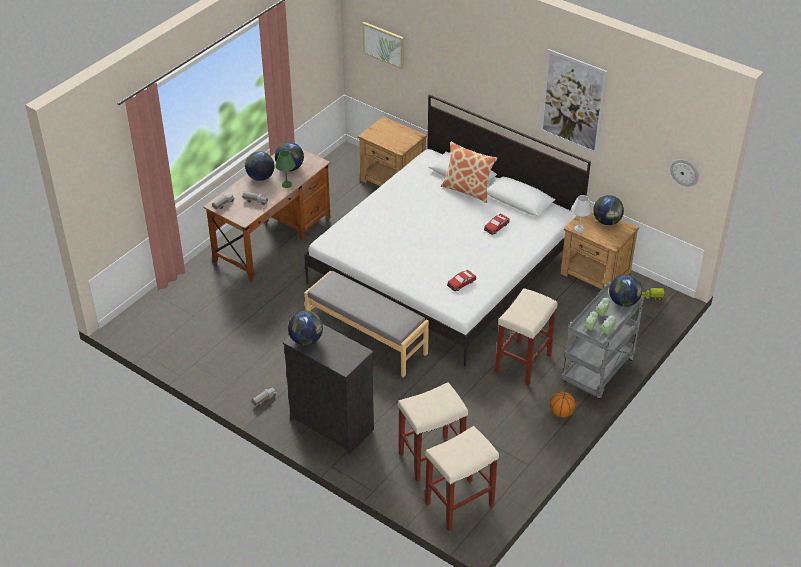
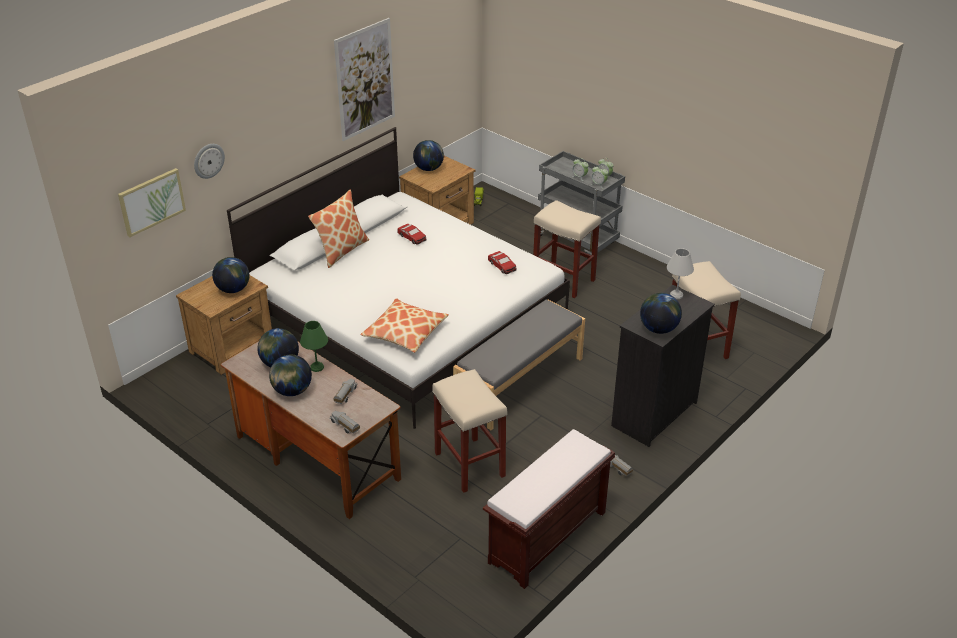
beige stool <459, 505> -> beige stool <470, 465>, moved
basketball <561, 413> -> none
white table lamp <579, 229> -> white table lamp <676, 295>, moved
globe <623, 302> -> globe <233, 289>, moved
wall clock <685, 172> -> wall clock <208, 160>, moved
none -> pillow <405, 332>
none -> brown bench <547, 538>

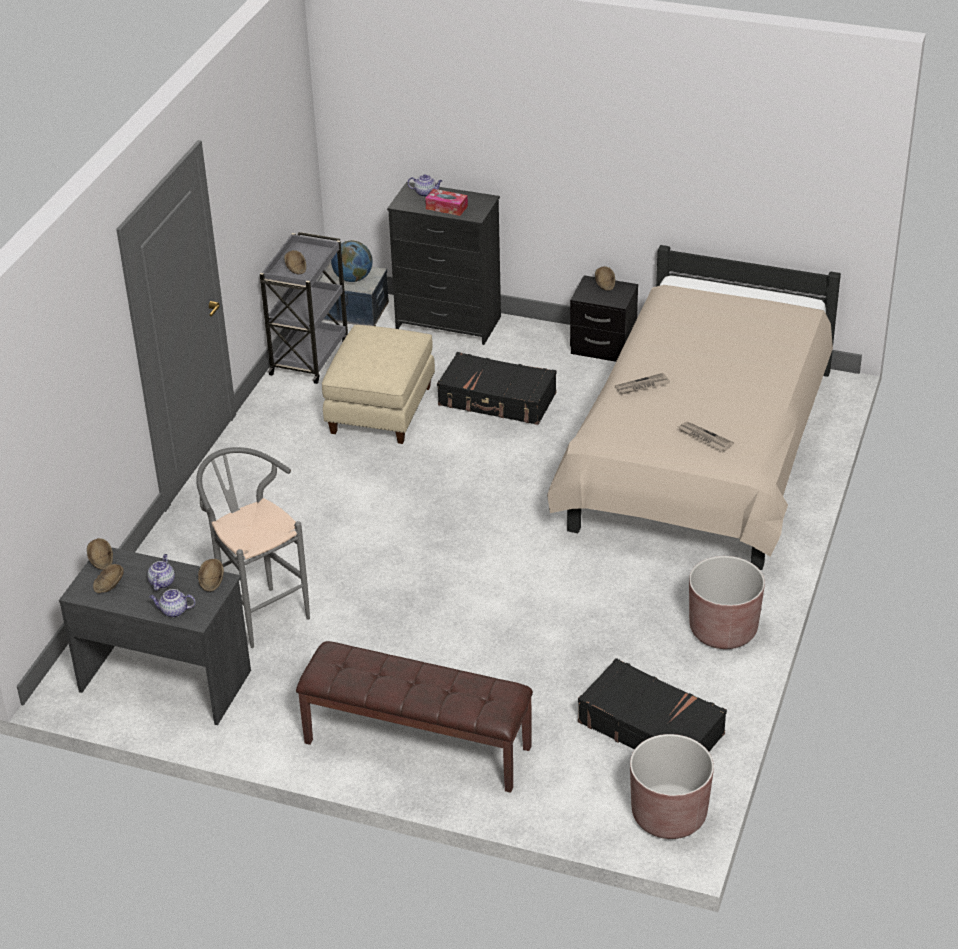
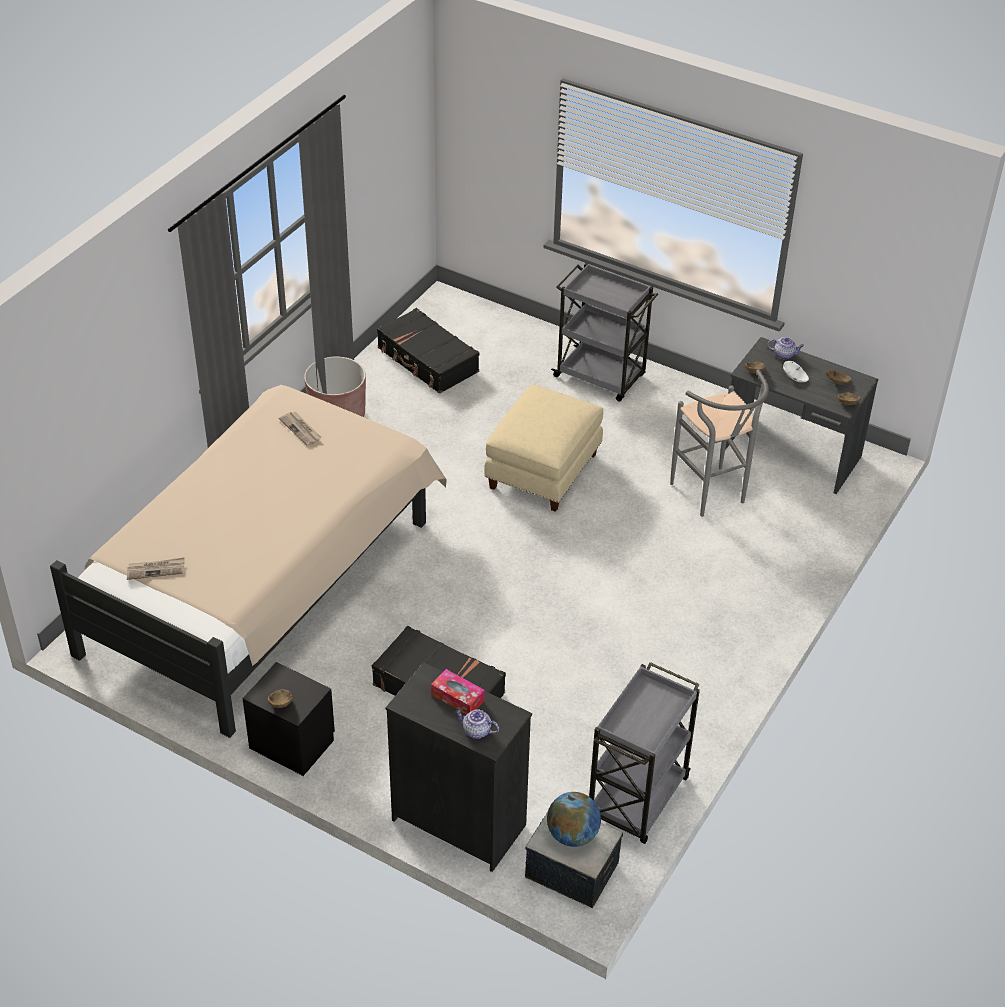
teapot <162, 582> -> white bowl <795, 378>
brown bowl <296, 269> -> none
brown bench <416, 745> -> grey cart <601, 377>
beige ottoman <380, 409> -> beige ottoman <544, 472>, moved
newspaper <642, 386> -> newspaper <156, 570>, moved
brown planter <669, 815> -> none

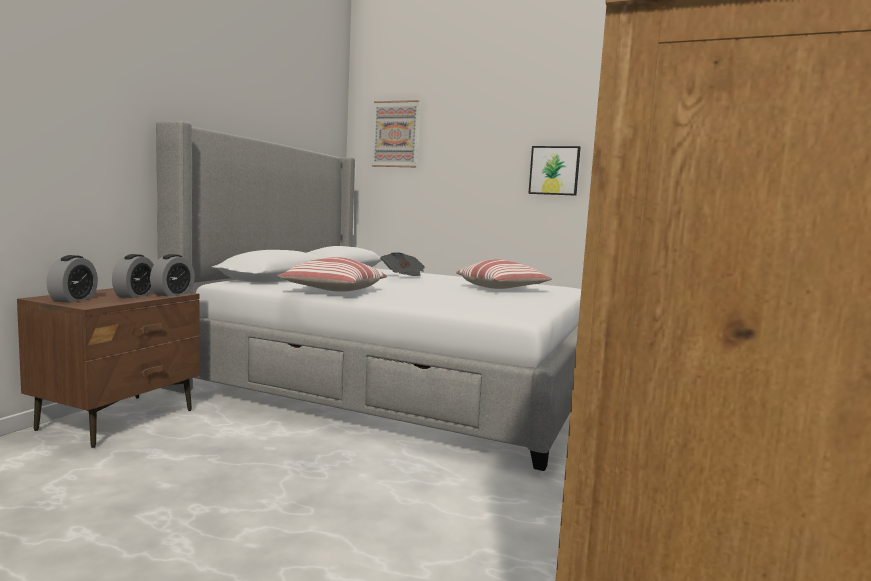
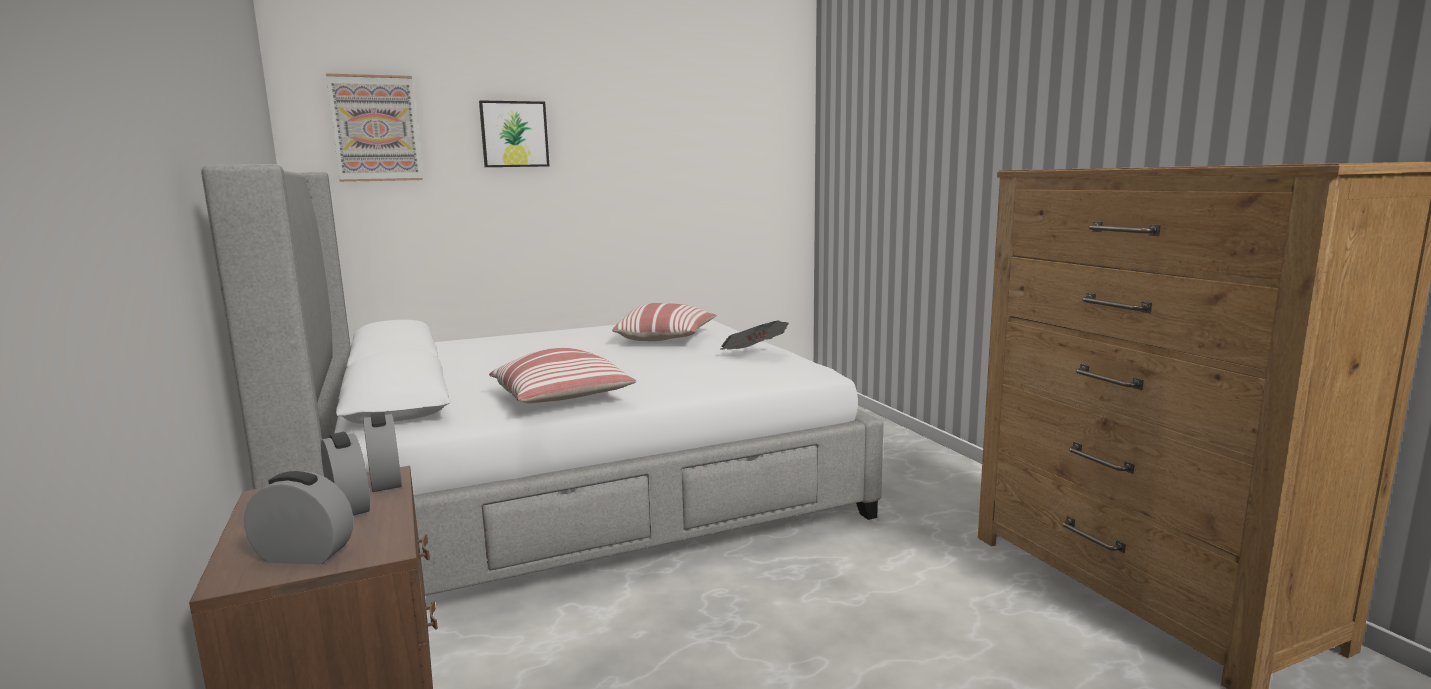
alarm clock <73, 299> -> alarm clock <304, 555>, 45 degrees counterclockwise
newspaper <403, 277> -> newspaper <753, 355>, moved
picture <554, 170> -> picture <514, 134>, moved

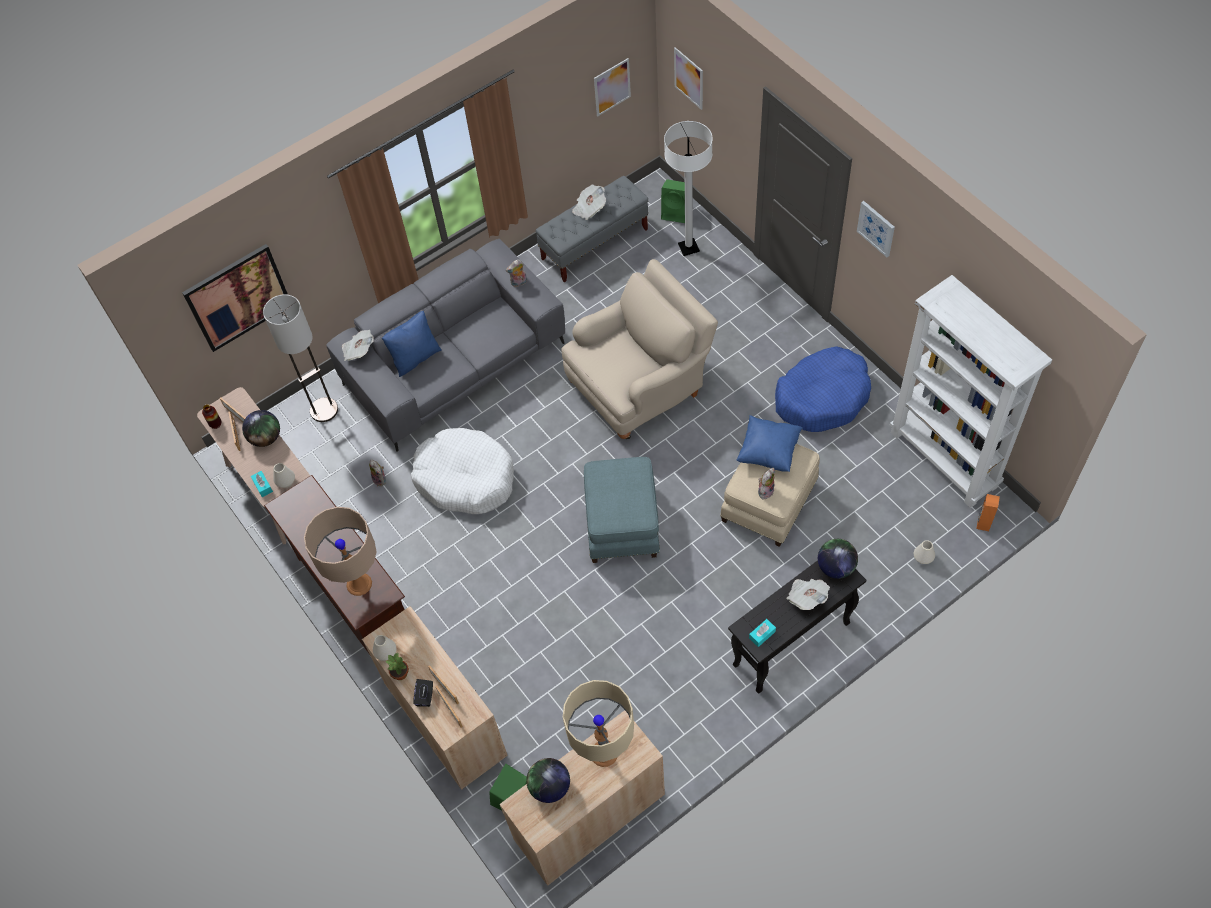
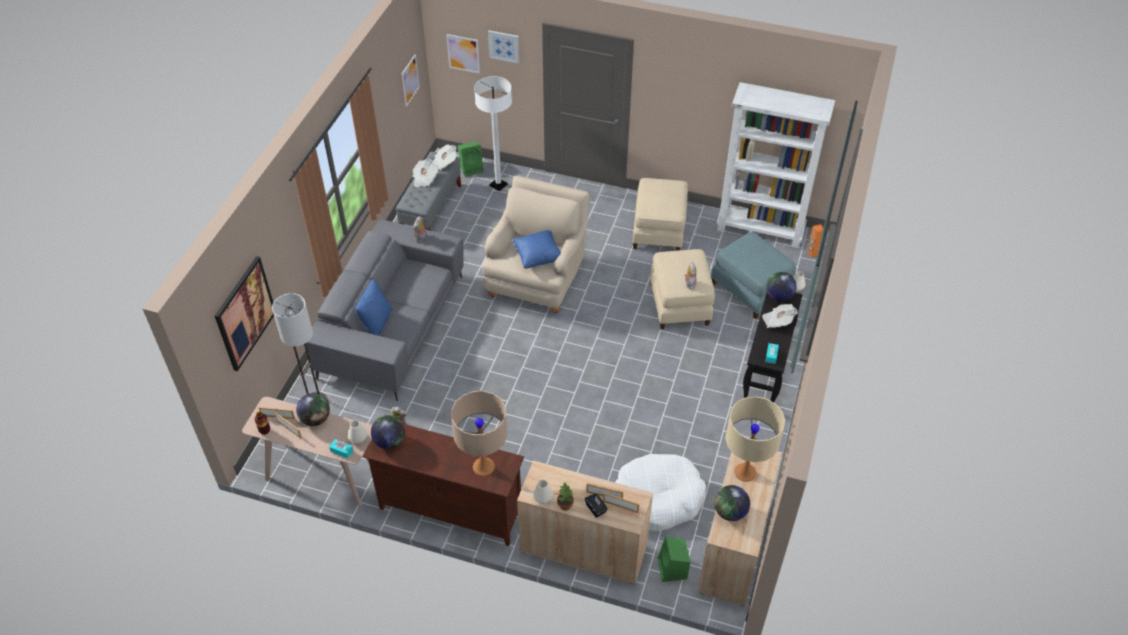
newspaper <358, 351> -> newspaper <444, 163>, moved
white dog bed <465, 478> -> white dog bed <656, 499>, moved
blue ottoman <623, 523> -> blue ottoman <751, 289>, moved
blue pillow <768, 452> -> blue pillow <538, 257>, moved
blue dog bed <822, 397> -> beige ottoman <659, 230>
picture <876, 228> -> picture <504, 46>, moved
none -> globe <389, 441>

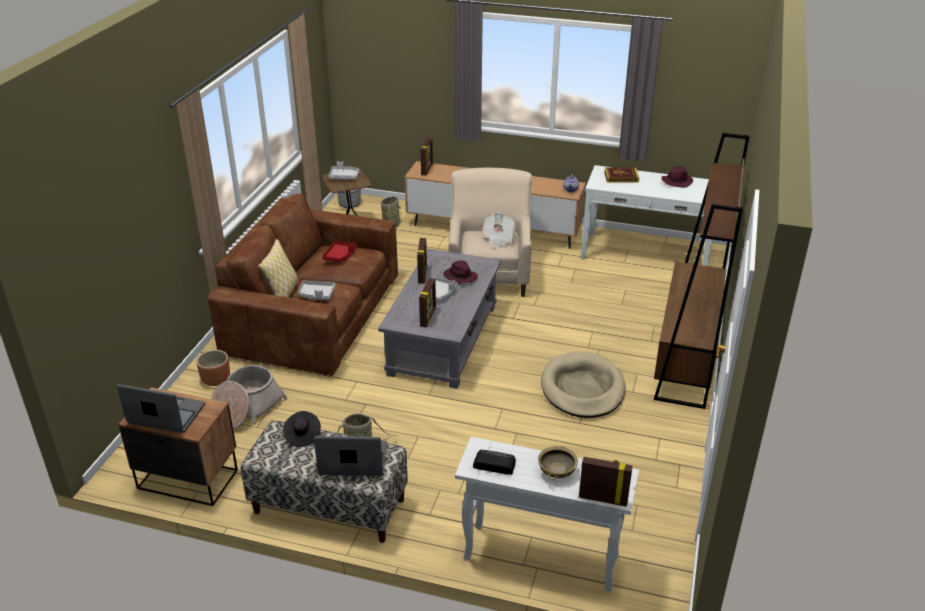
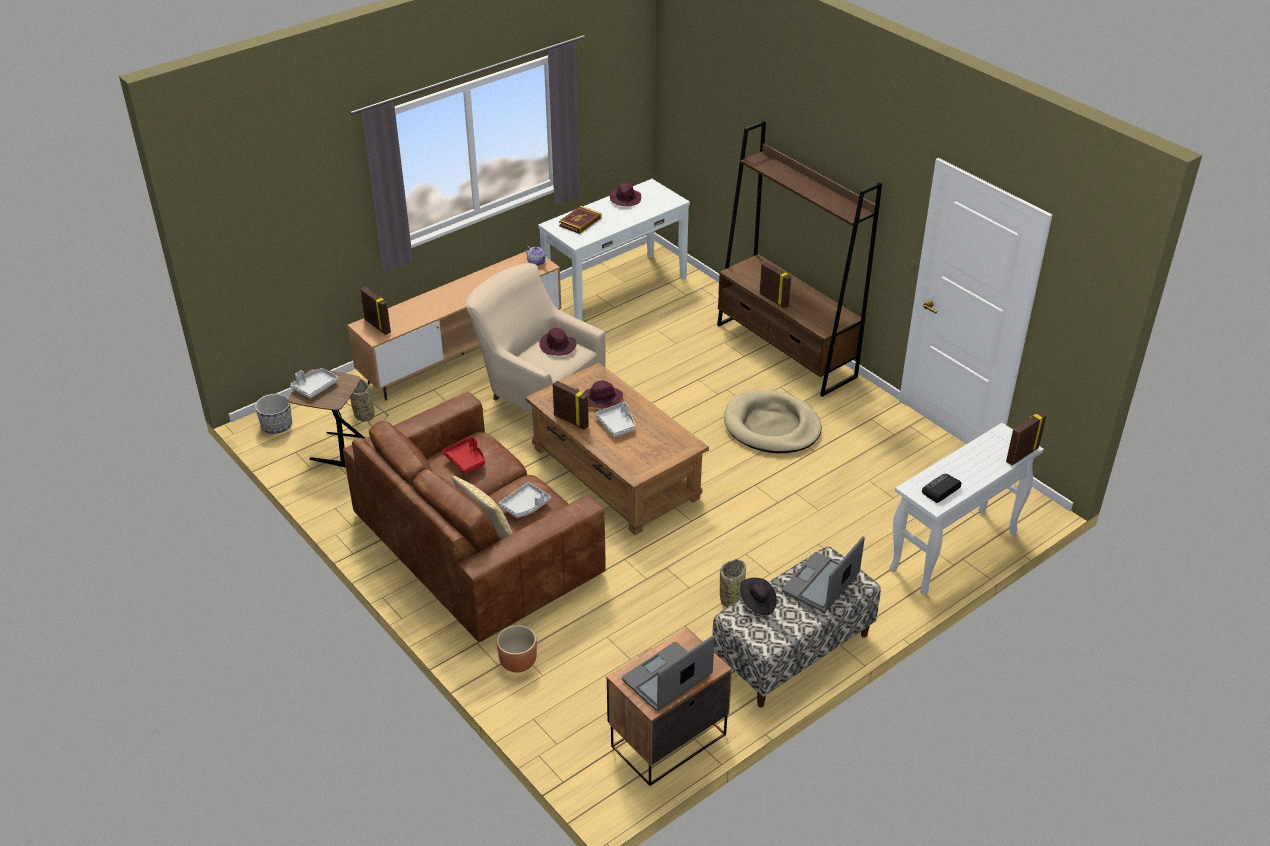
basket <247, 408> -> none
grey coffee table <443, 339> -> brown coffee table <615, 472>
picture frame <428, 317> -> picture frame <774, 300>, moved
newspaper <498, 238> -> purple hat <558, 346>
beige bowl <557, 471> -> none

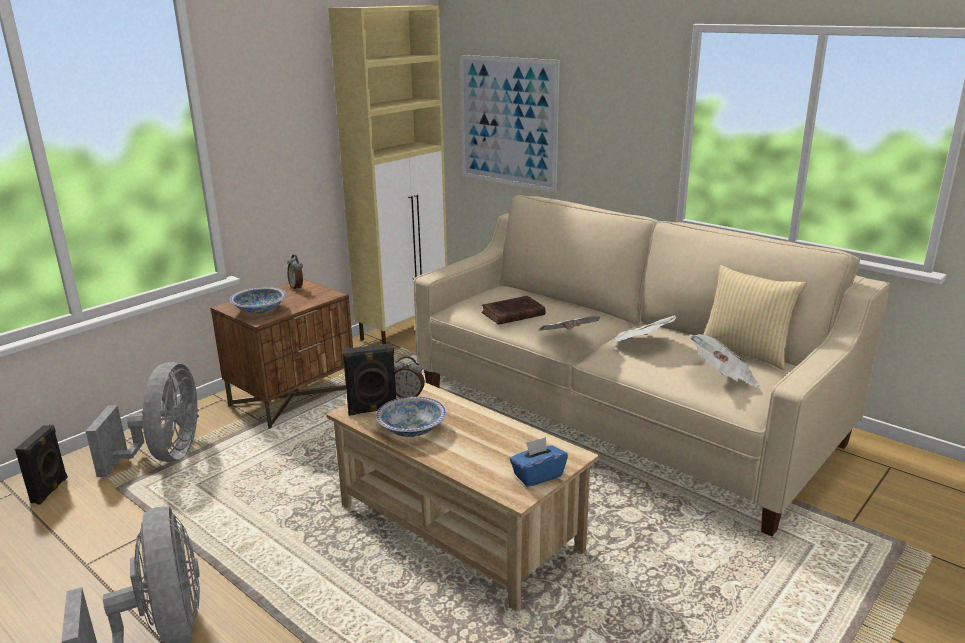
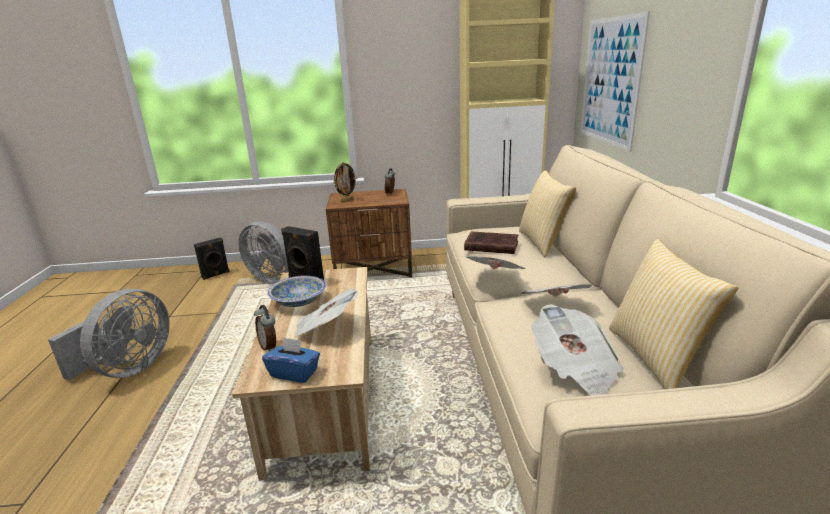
grey fan <165, 456> -> grey fan <274, 278>, 75 degrees clockwise
bowl <259, 310> -> picture frame <347, 200>
alarm clock <408, 396> -> alarm clock <269, 346>, moved
none -> newspaper <326, 328>
none -> pillow <543, 243>

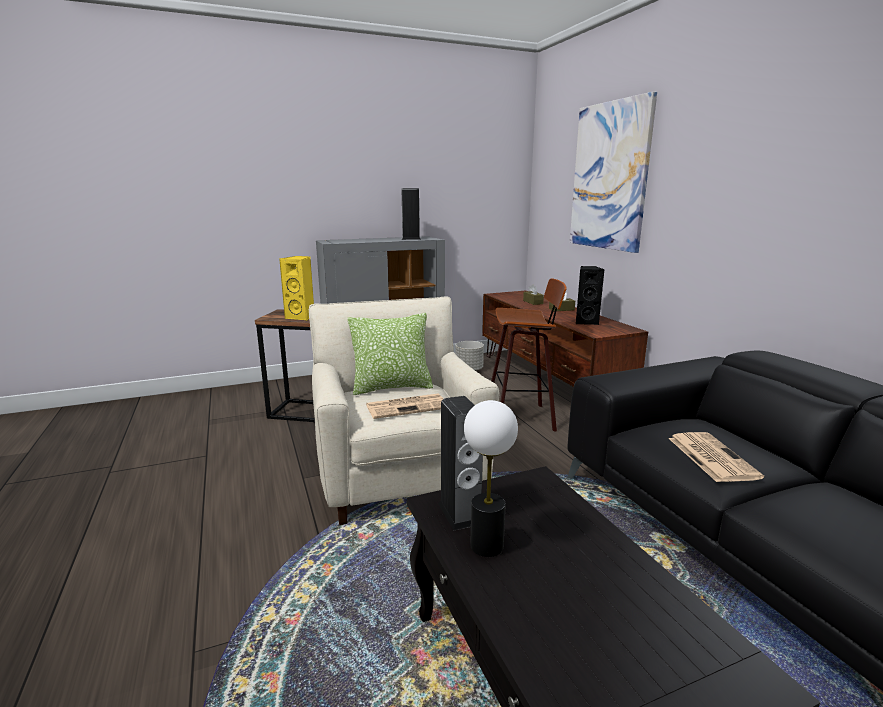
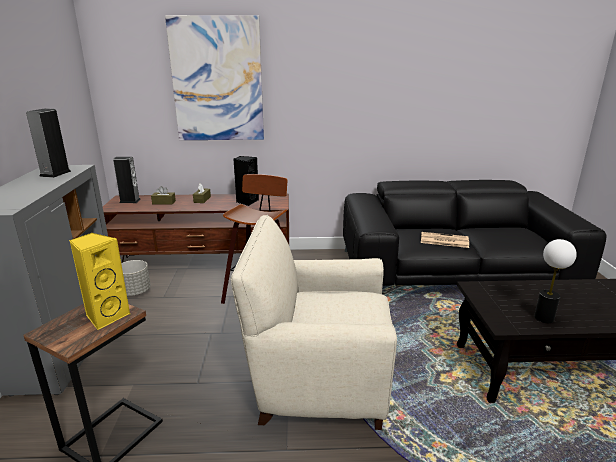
pillow <392, 387> -> none
newspaper <407, 406> -> none
speaker <460, 513> -> speaker <130, 201>, moved

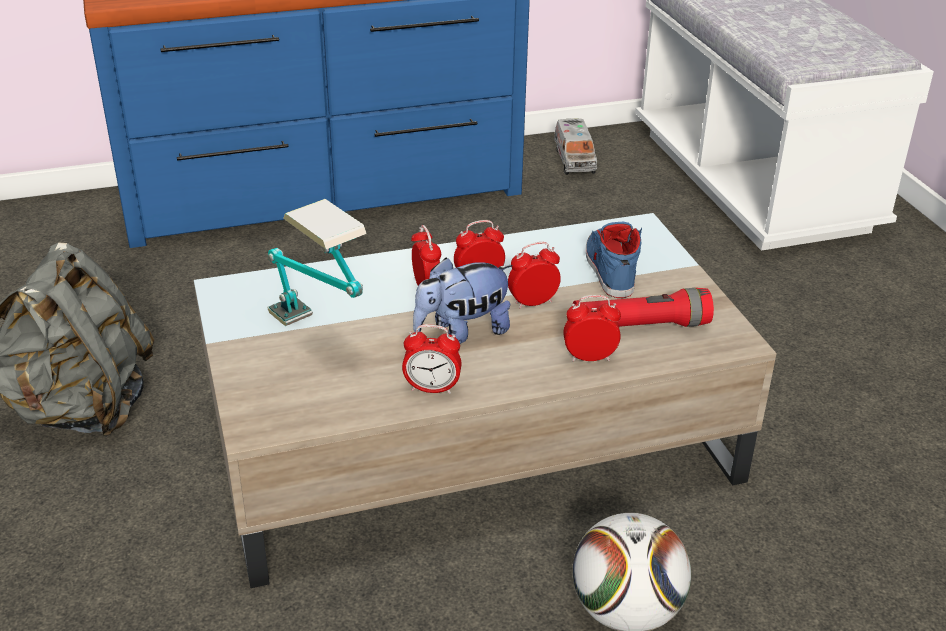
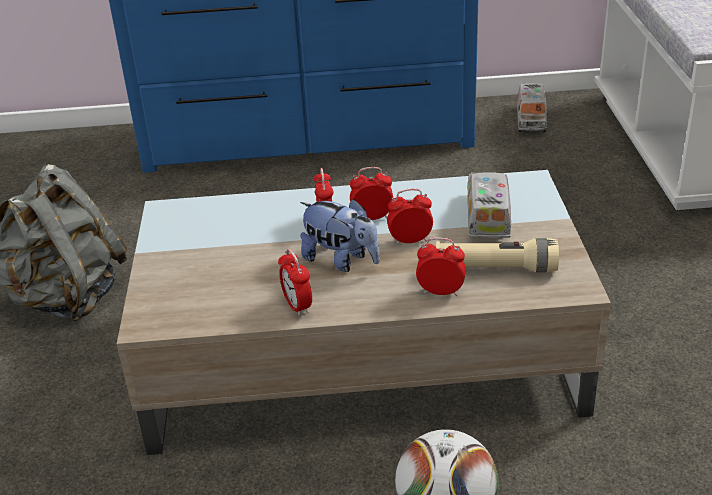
table lamp <320, 337> -> none
alarm clock <432, 388> -> alarm clock <297, 306>, 45 degrees clockwise
plush toy <462, 332> -> plush toy <341, 260>, 135 degrees counterclockwise
red flashlight <640, 326> -> beige flashlight <495, 268>
blue shoe <609, 268> -> toy truck <488, 216>

